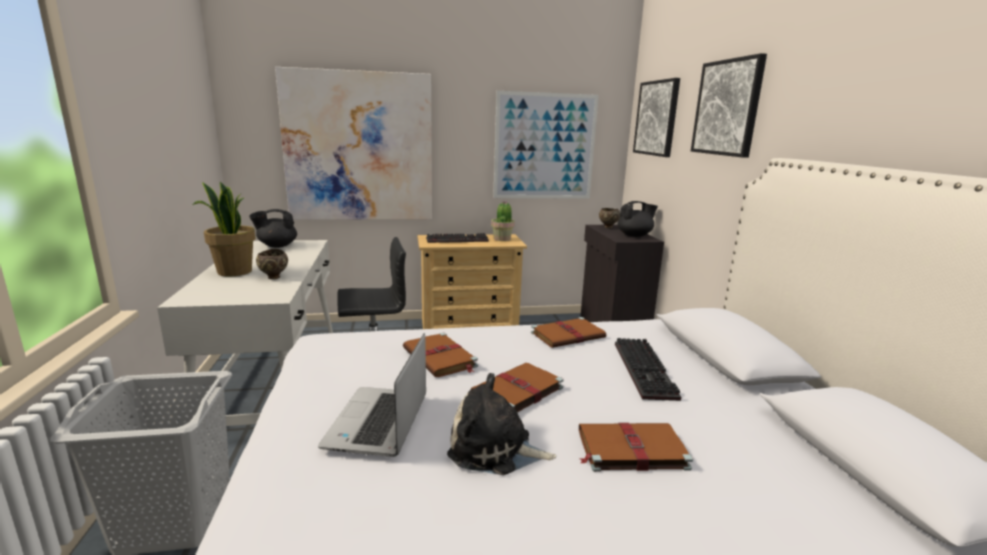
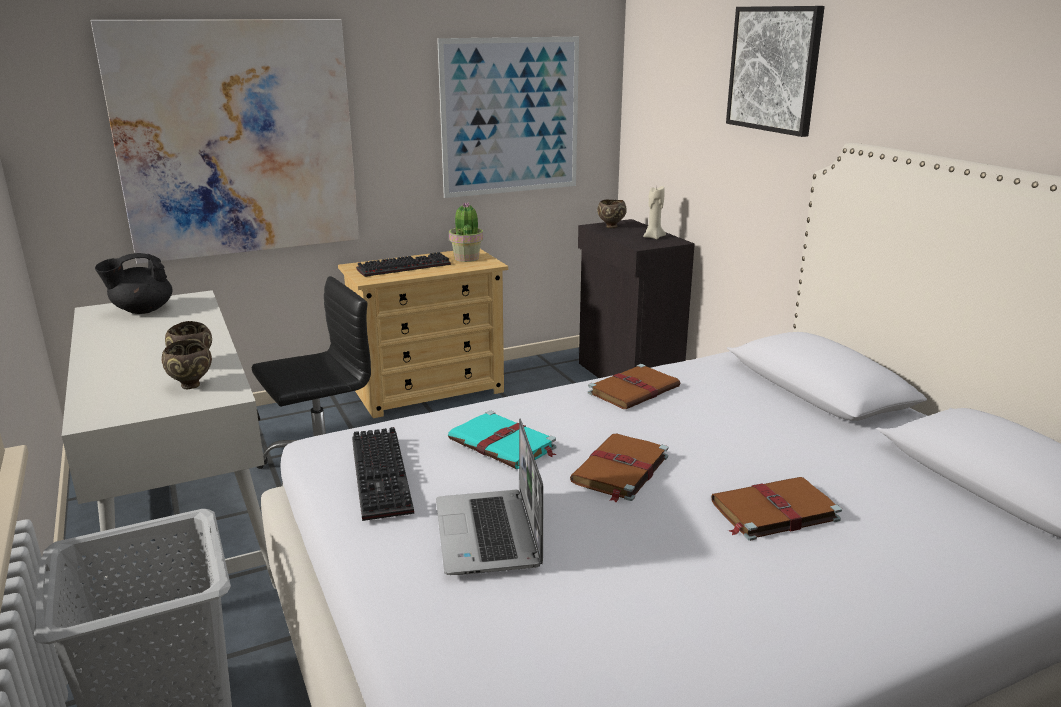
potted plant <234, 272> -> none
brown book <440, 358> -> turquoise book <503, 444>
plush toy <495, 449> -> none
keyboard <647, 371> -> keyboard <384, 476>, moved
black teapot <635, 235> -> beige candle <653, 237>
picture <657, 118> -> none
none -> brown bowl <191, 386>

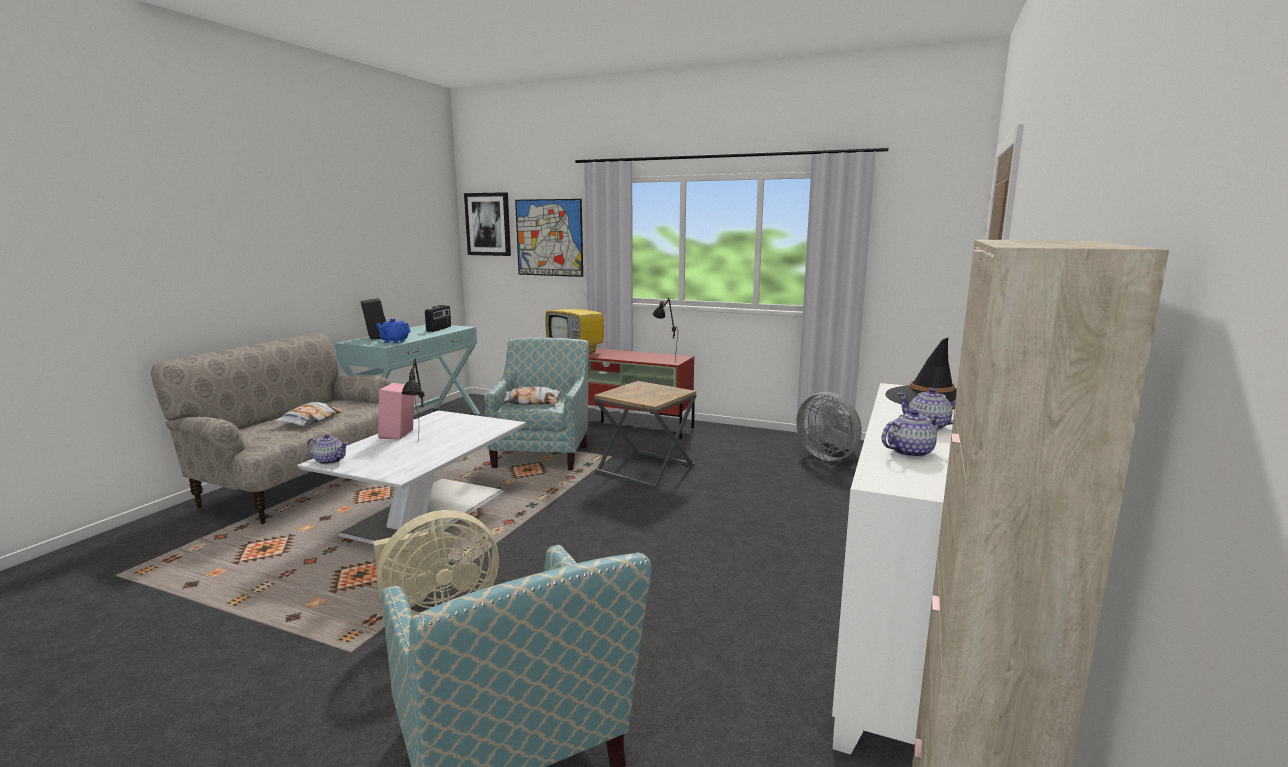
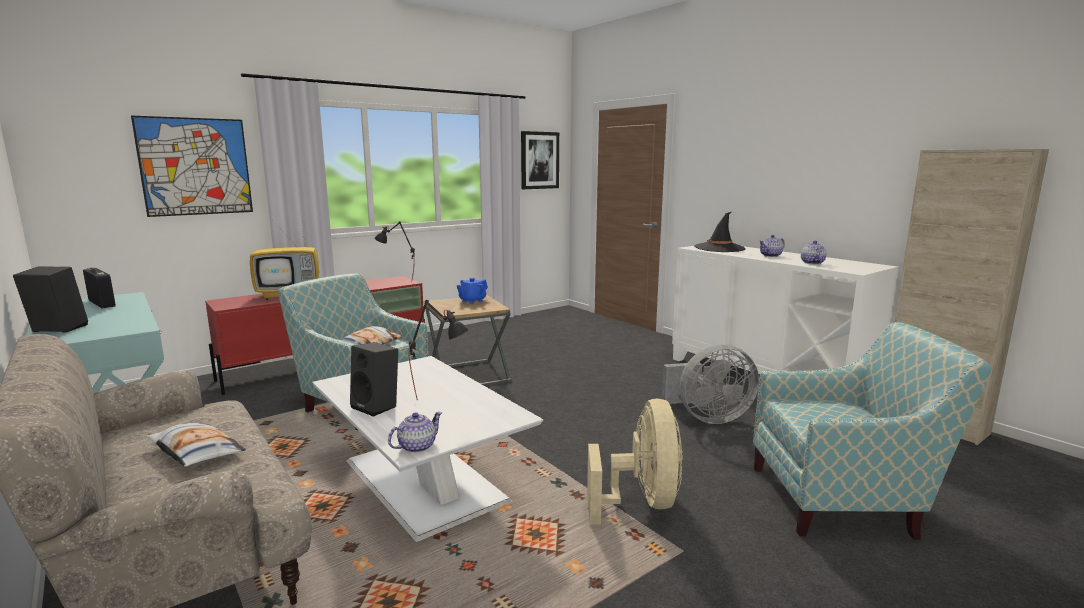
blue teapot <394, 341> -> blue teapot <472, 301>, moved
pink speaker <399, 435> -> black speaker <377, 406>
picture <488, 224> -> picture <539, 160>, moved
grey fan <828, 456> -> grey fan <708, 418>, moved

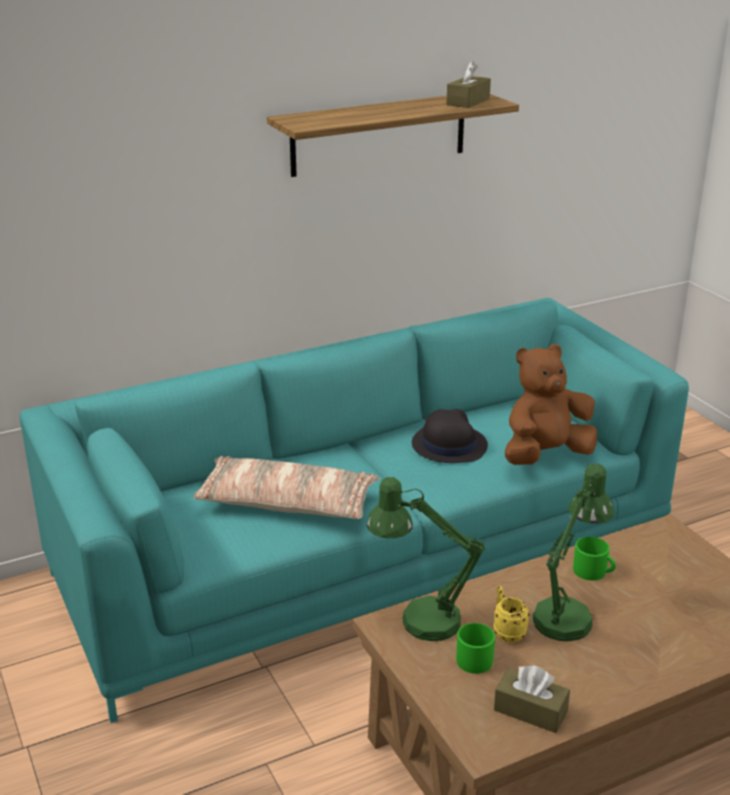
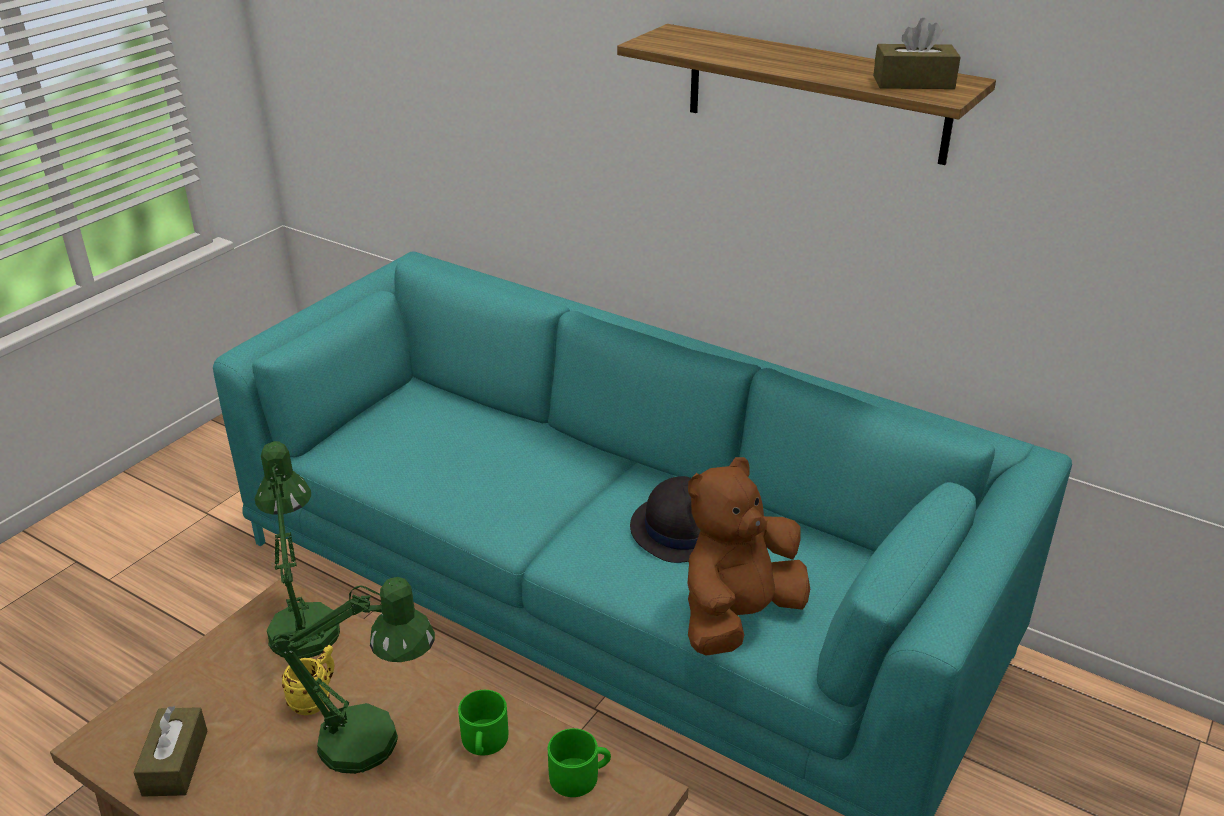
pillow <287, 504> -> none
green mug <475, 657> -> green mug <580, 776>, moved
brown plush toy <545, 455> -> brown plush toy <738, 617>, 75 degrees counterclockwise

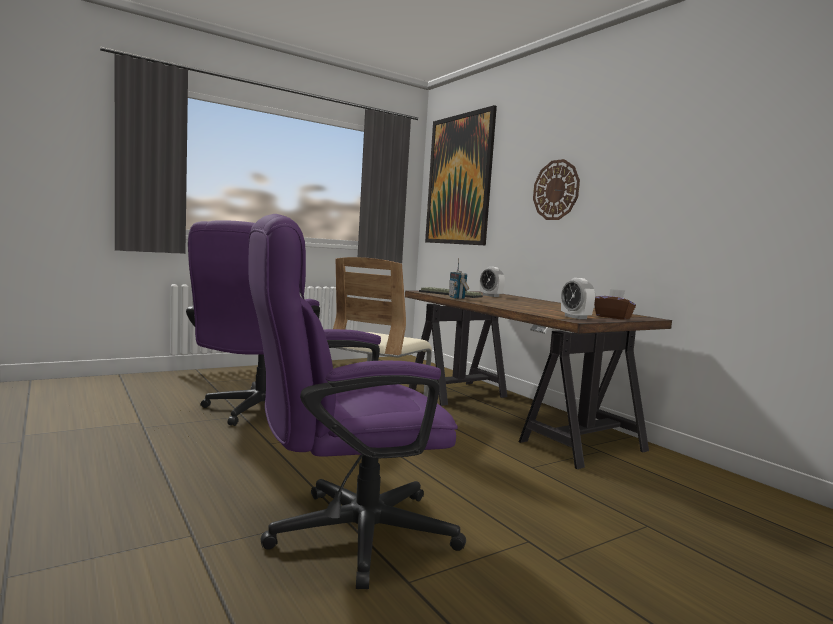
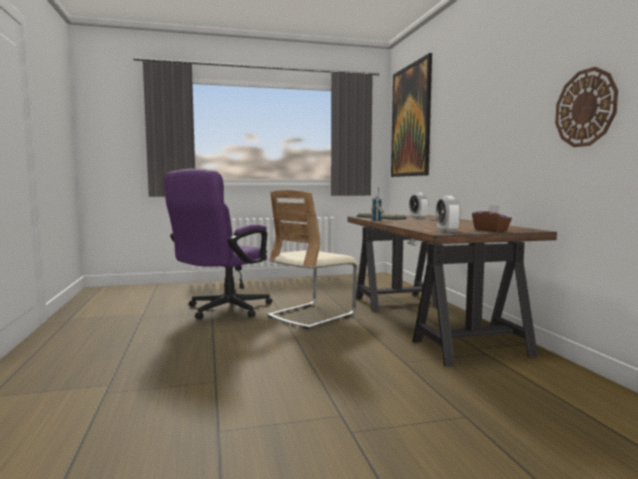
purple office chair <344, 535> -> none
wall clock <556, 190> -> wall clock <585, 108>, moved

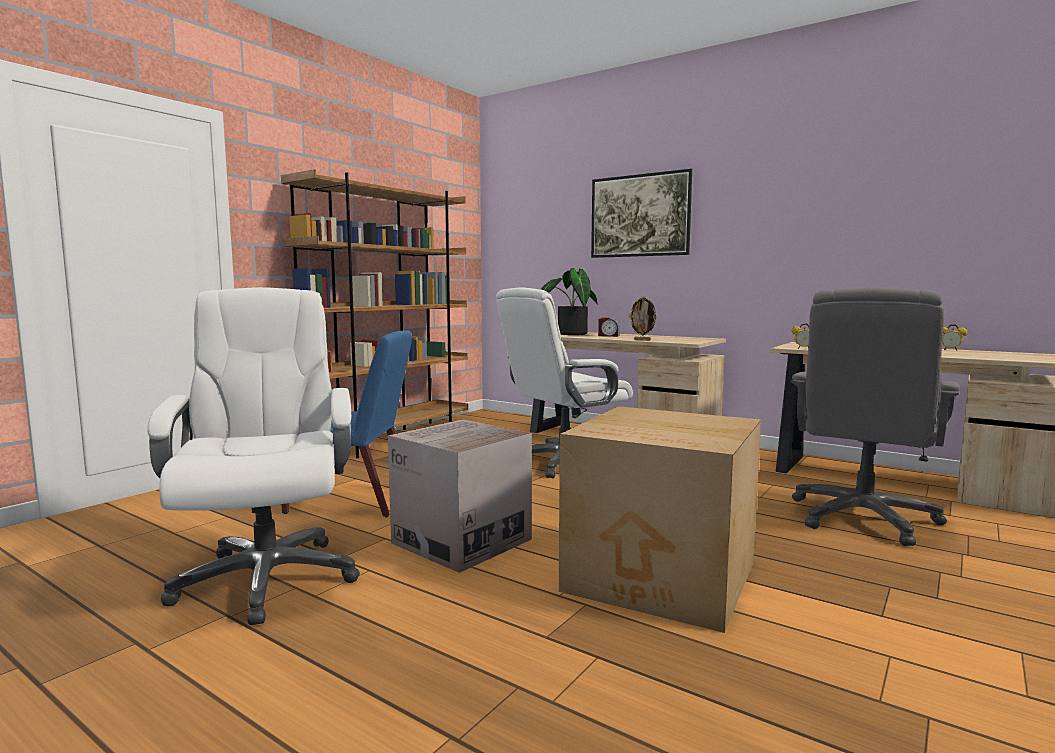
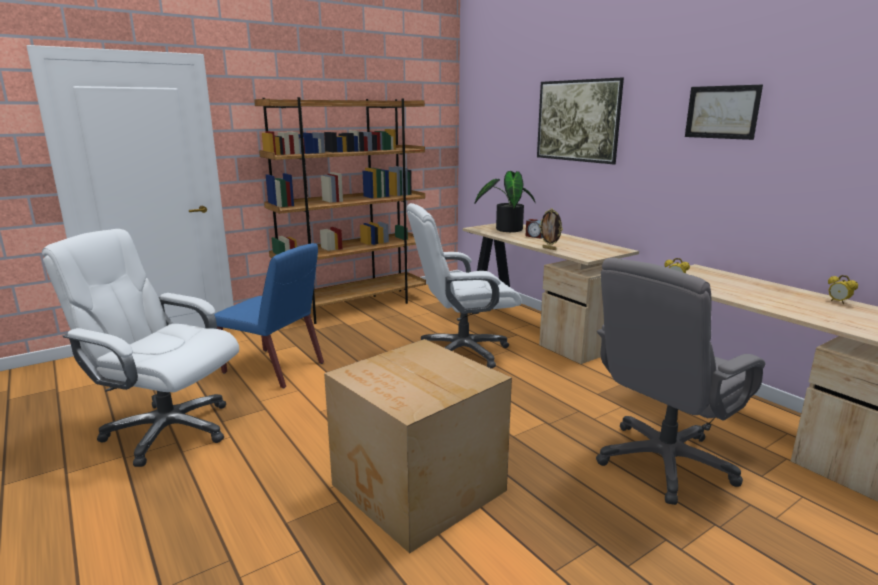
white office chair <267, 578> -> white office chair <167, 430>, 75 degrees counterclockwise
cardboard box <461, 541> -> none
none -> picture <722, 112>

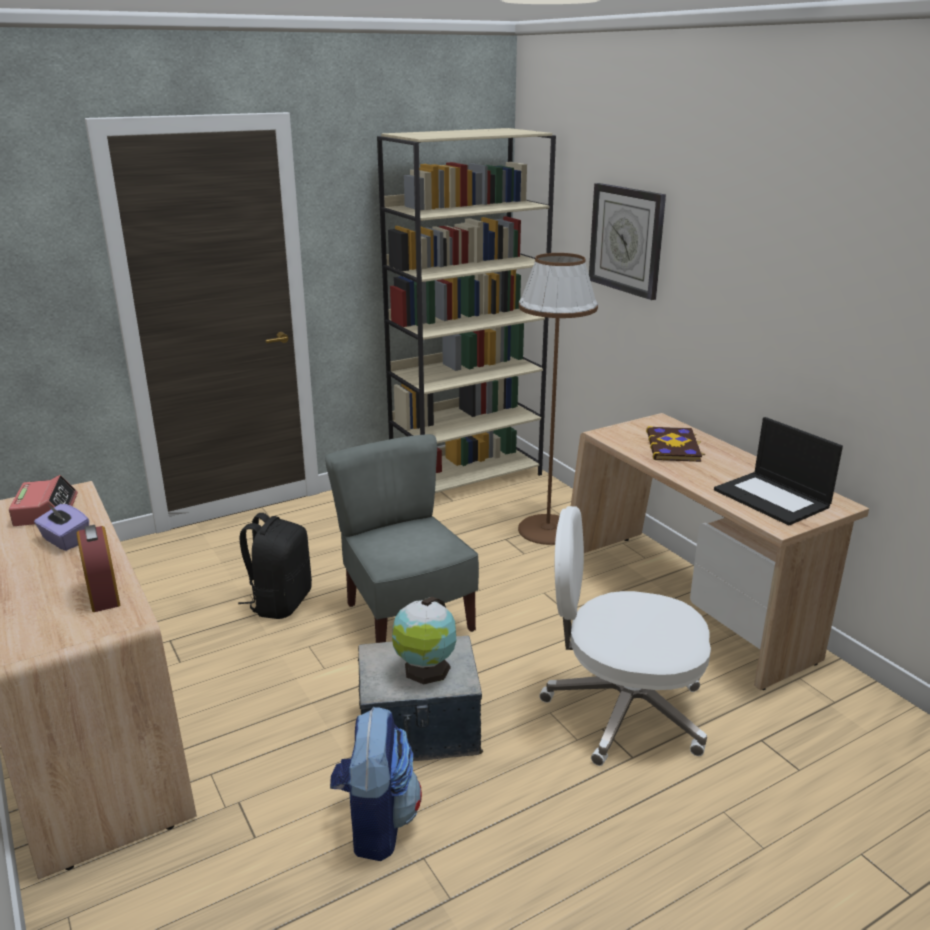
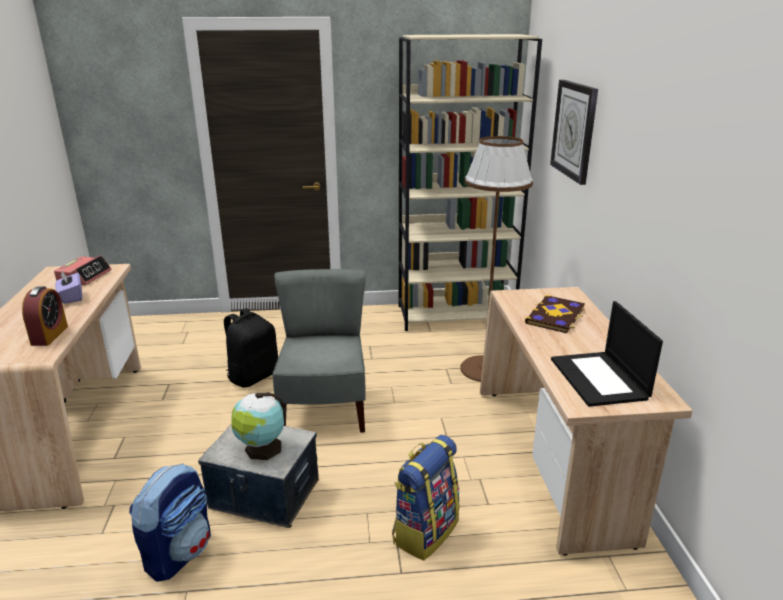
white office chair <622, 710> -> backpack <425, 531>

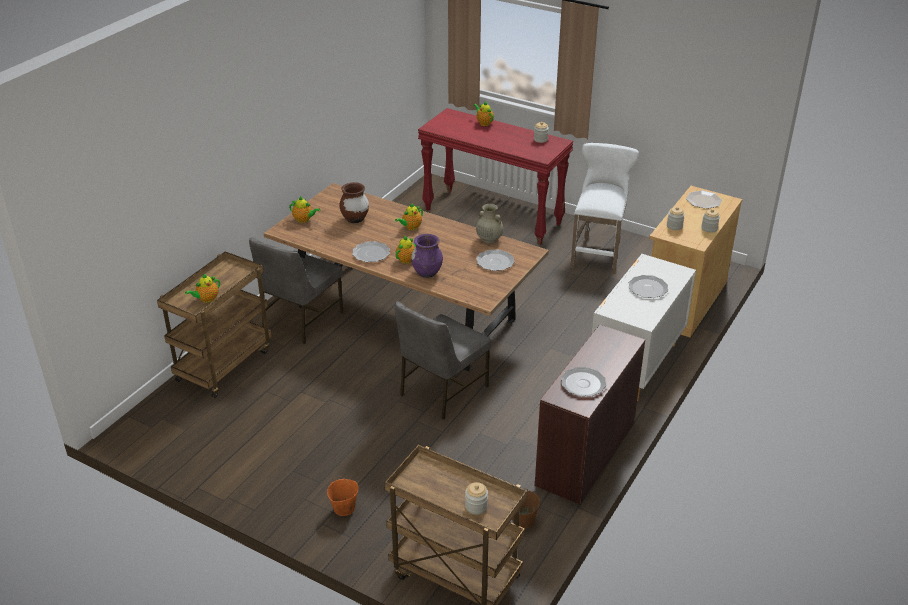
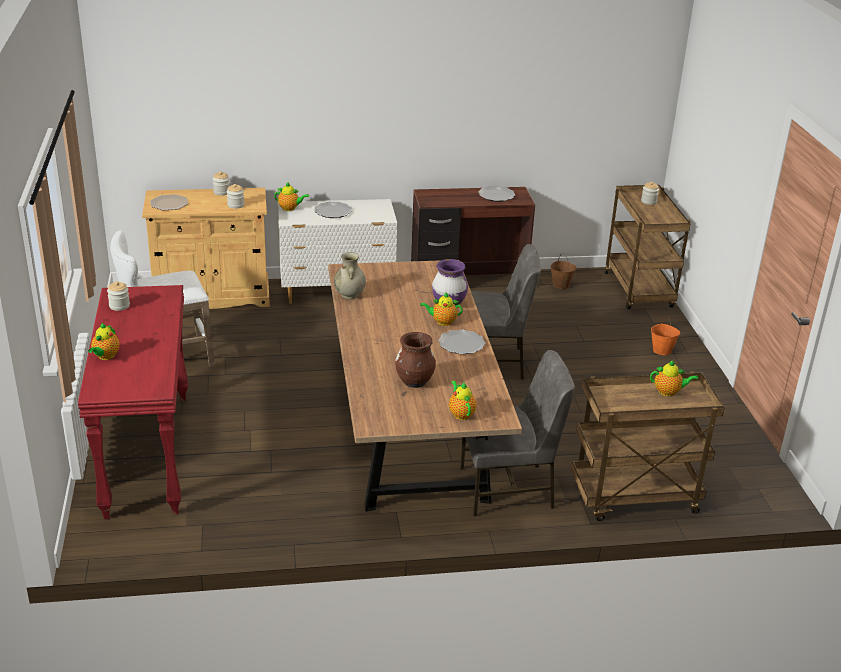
teapot <410, 227> -> teapot <290, 208>, moved
plate <495, 262> -> none

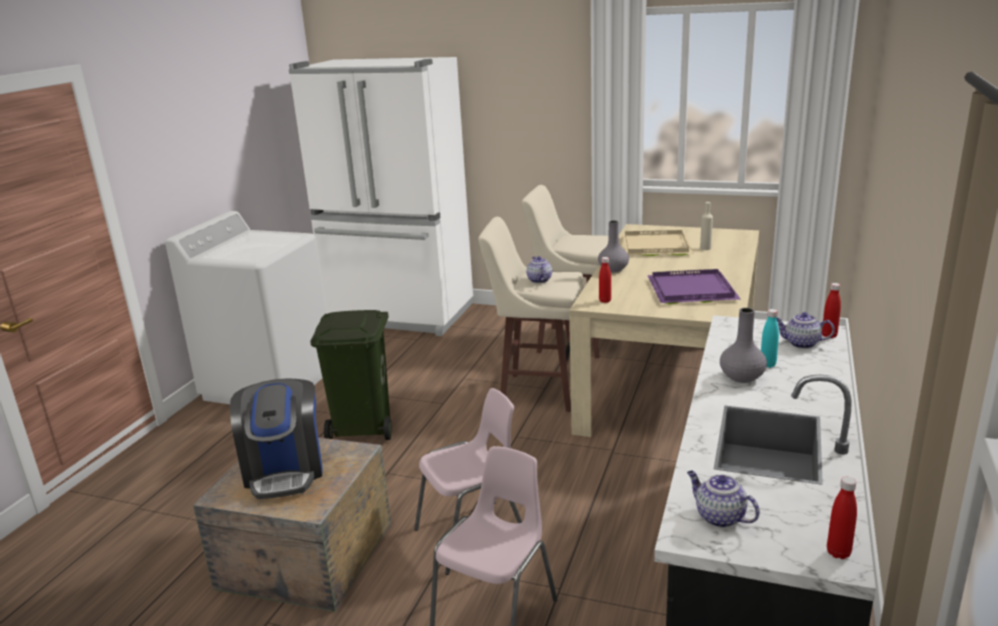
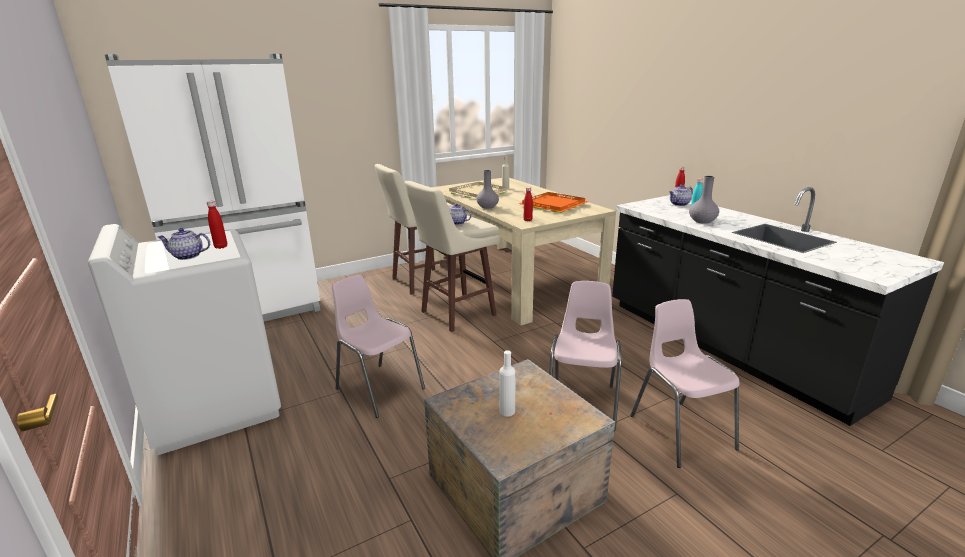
coffee machine <285, 470> -> white bottle <507, 411>
green trash can <364, 427> -> pink chair <379, 388>
purple tray <690, 290> -> orange tray <553, 205>
teapot <719, 517> -> teapot <187, 256>, moved
red bottle <838, 553> -> red bottle <221, 247>, moved

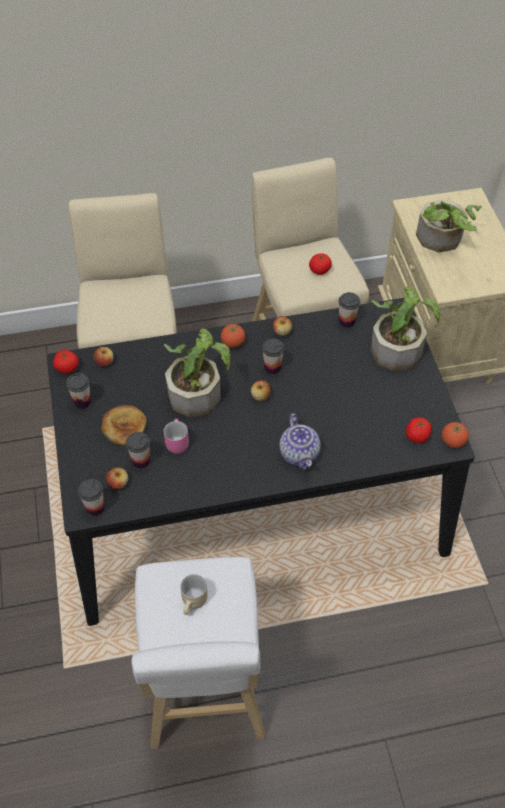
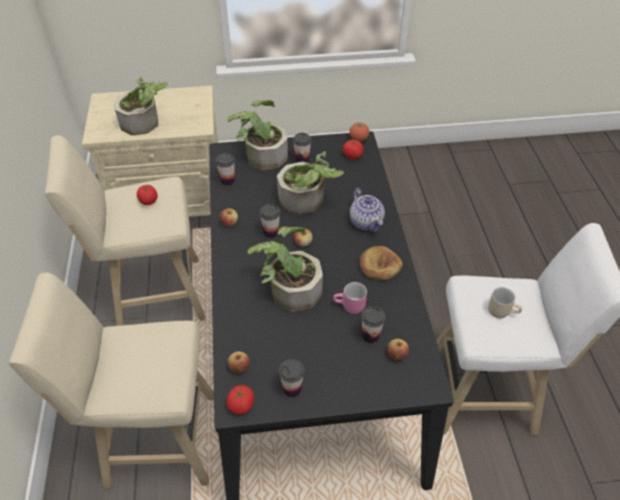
cup <95, 508> -> cup <302, 160>, moved
bread <124, 426> -> bread <379, 265>, moved
tomato <233, 343> -> none
teapot <300, 454> -> teapot <366, 222>, 75 degrees clockwise
none -> potted plant <307, 200>

